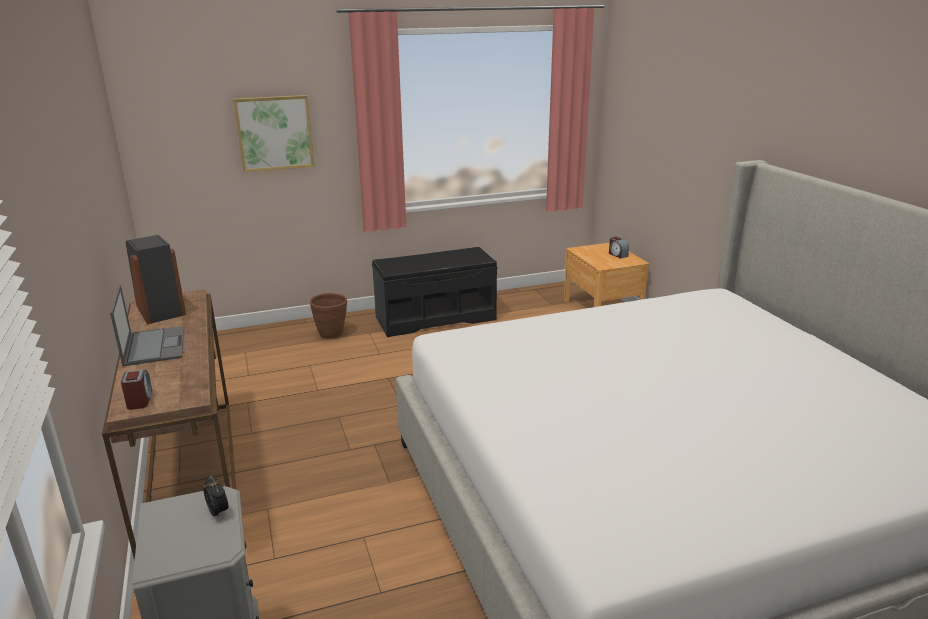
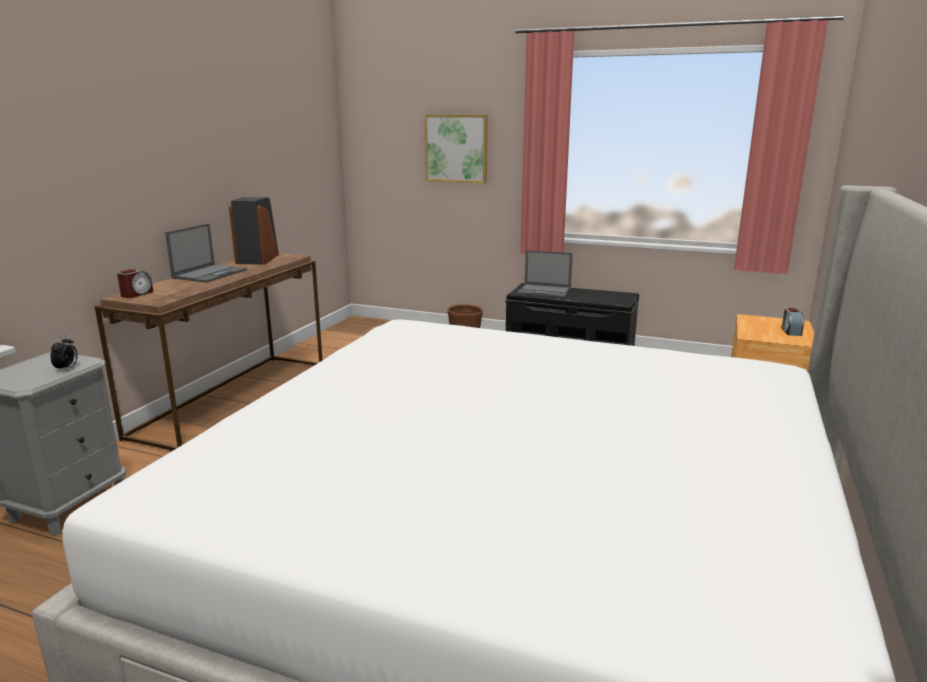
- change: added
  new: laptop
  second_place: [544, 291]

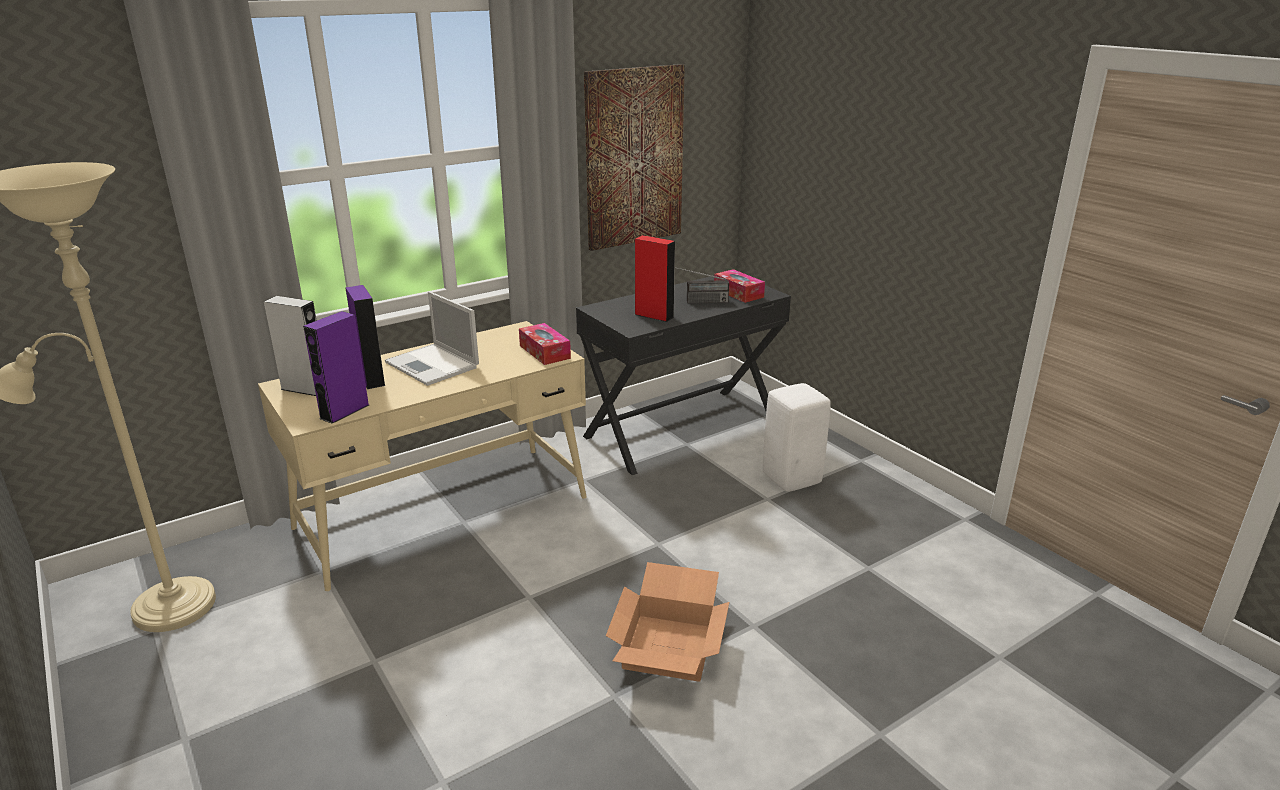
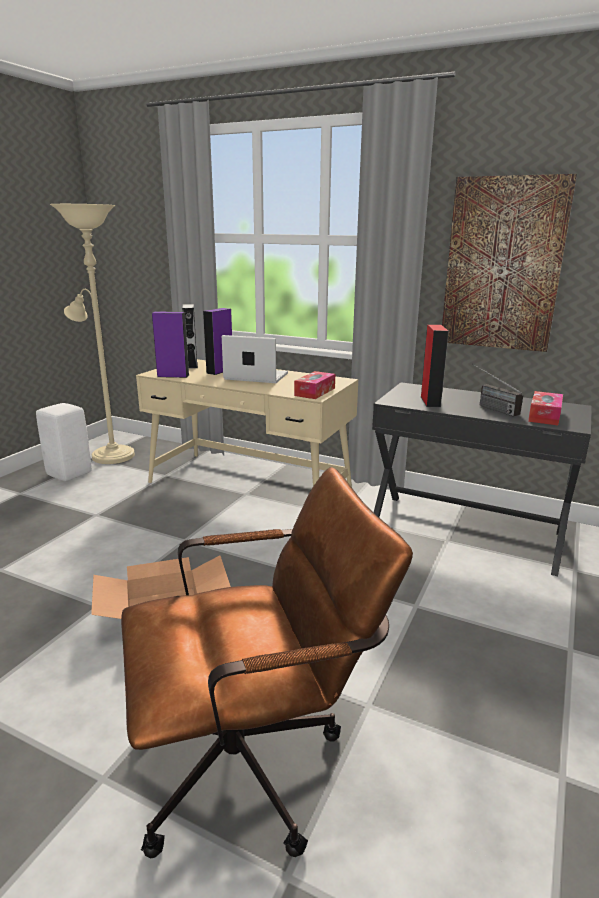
- change: turned
  old: laptop
  first_place: [433, 365]
  second_place: [255, 376]
  degrees: 90
- change: moved
  old: white_stool
  first_place: [791, 480]
  second_place: [68, 474]
- change: added
  new: brown_office_chair
  second_place: [256, 760]

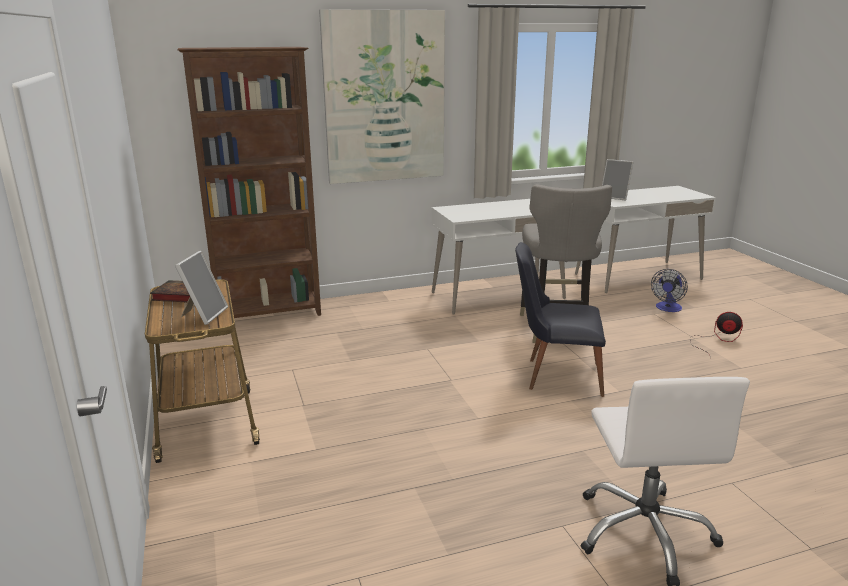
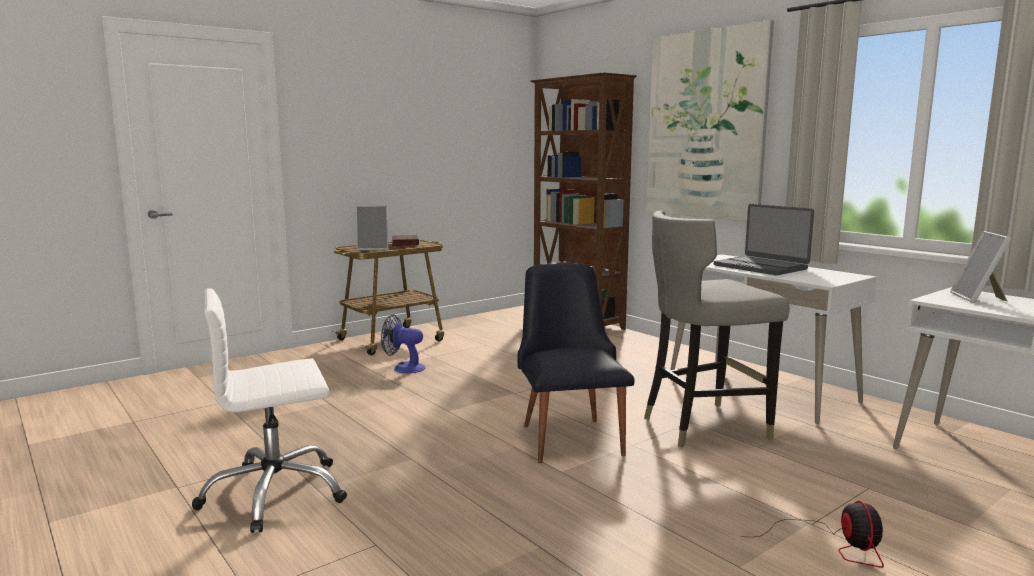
- change: moved
  old: fan
  first_place: [667, 308]
  second_place: [403, 368]
- change: added
  new: laptop
  second_place: [761, 267]

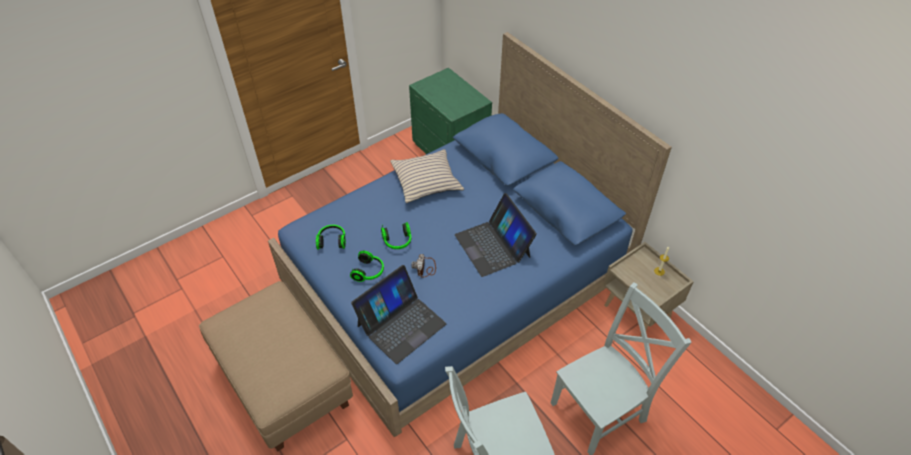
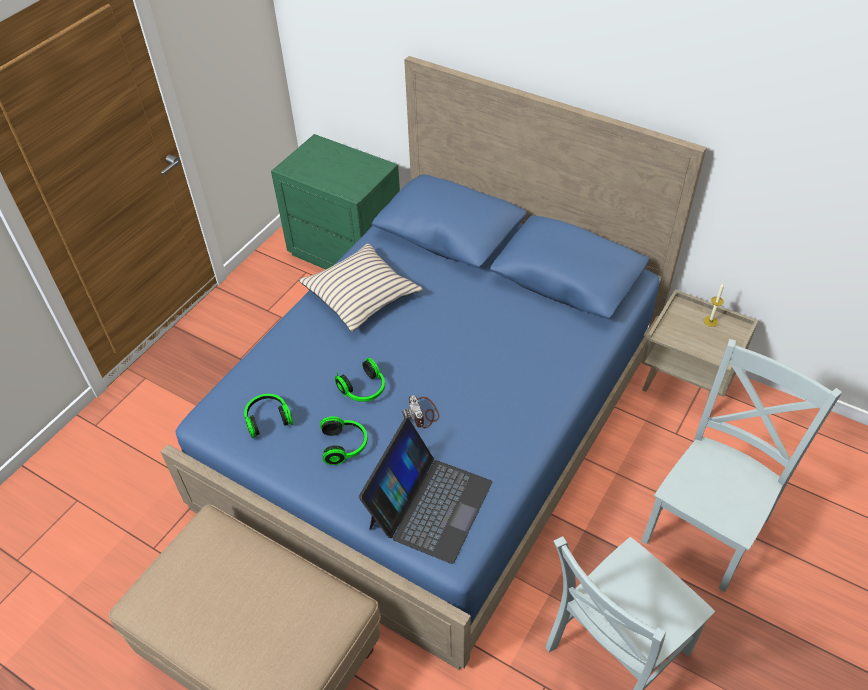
- change: removed
  old: laptop
  first_place: [493, 245]

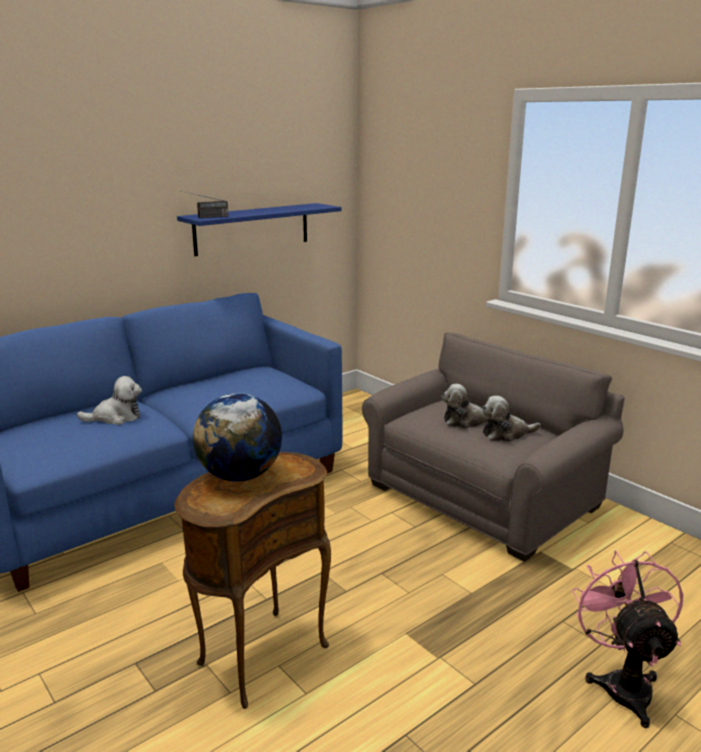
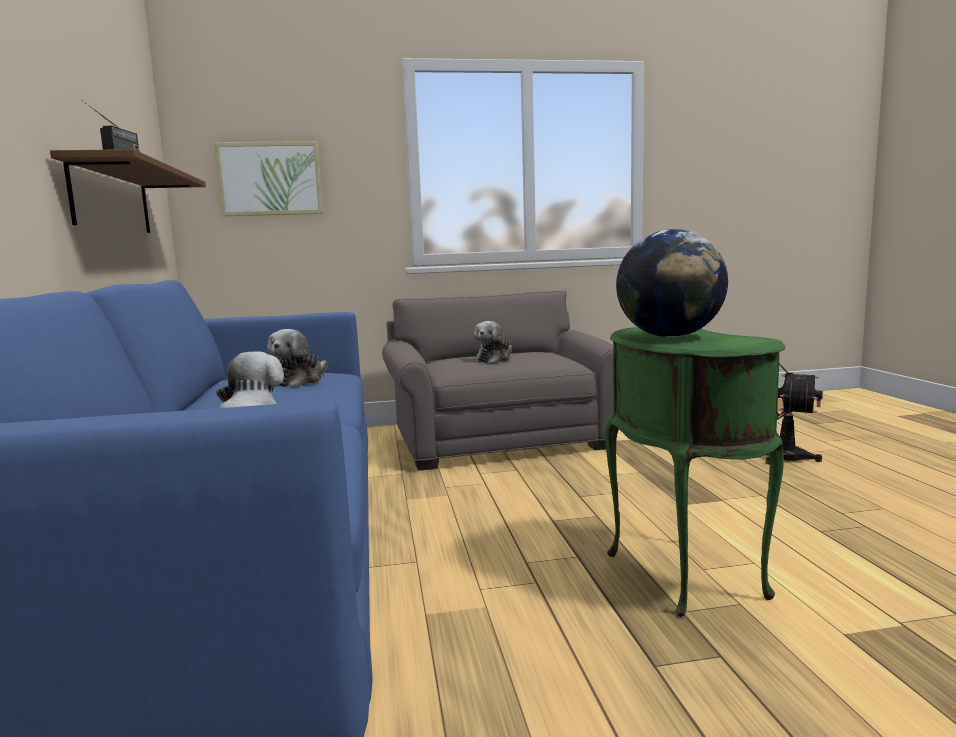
- change: recoloured
  old: brown_side_table
  new: green_side_table
  first_place: [259, 654]
  second_place: [678, 576]
- change: recoloured
  old: blue_shelf
  new: brown_shelf
  first_place: [252, 228]
  second_place: [112, 199]
- change: moved
  old: plush_toy
  first_place: [506, 434]
  second_place: [300, 380]
- change: added
  new: picture
  second_place: [270, 179]

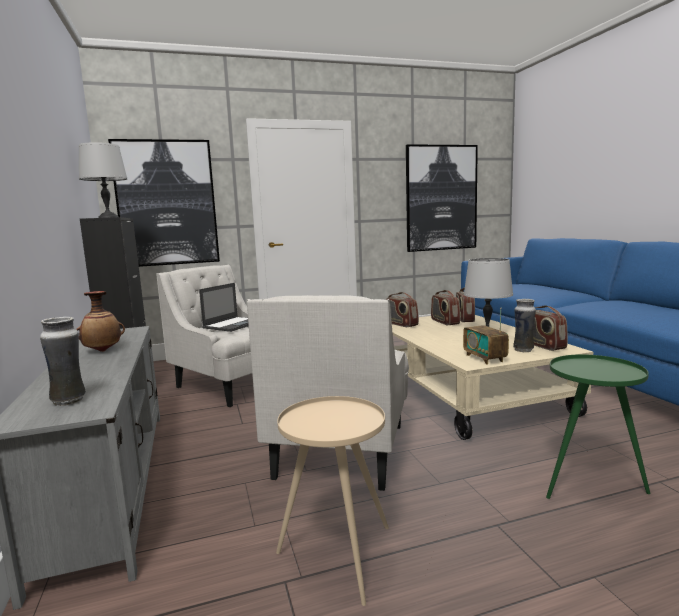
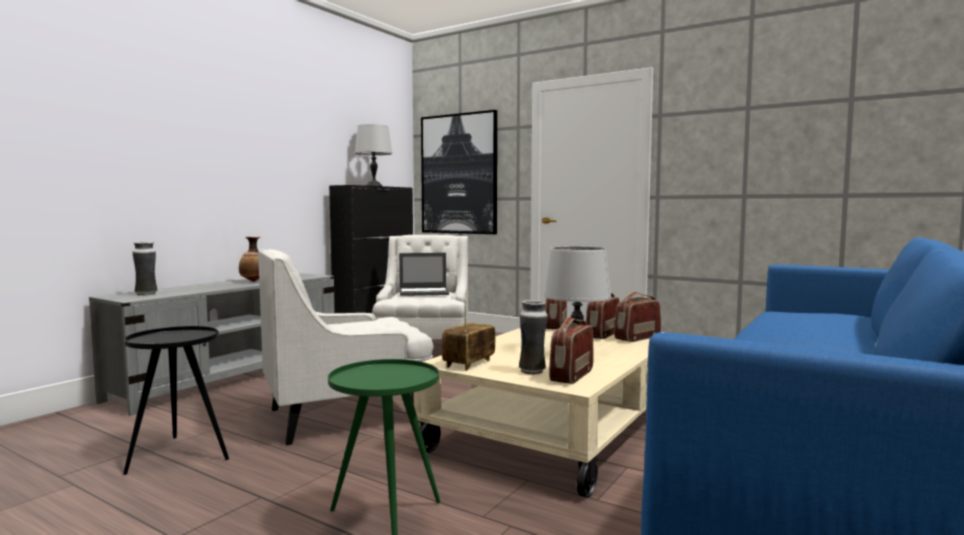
- change: recoloured
  old: beige_side_table
  new: black_side_table
  first_place: [338, 556]
  second_place: [179, 454]
- change: removed
  old: picture
  first_place: [441, 198]

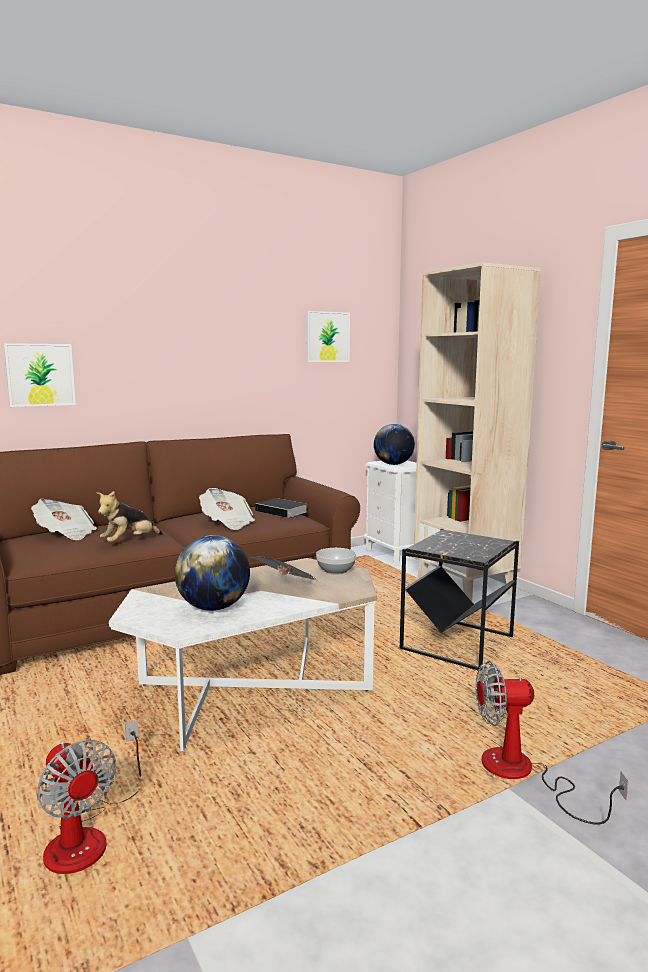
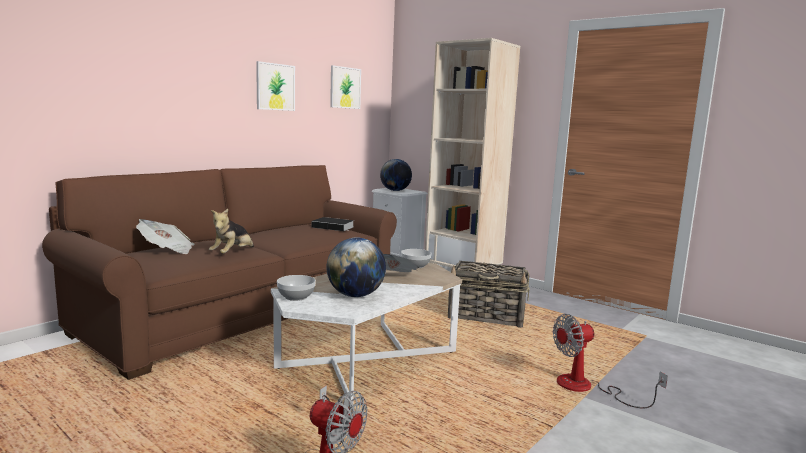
- change: moved
  old: picture
  first_place: [40, 375]
  second_place: [275, 87]
- change: removed
  old: newspaper
  first_place: [227, 523]
- change: replaced
  old: black_side_table
  new: basket
  first_place: [458, 643]
  second_place: [487, 316]
- change: added
  new: bowl
  second_place: [295, 297]

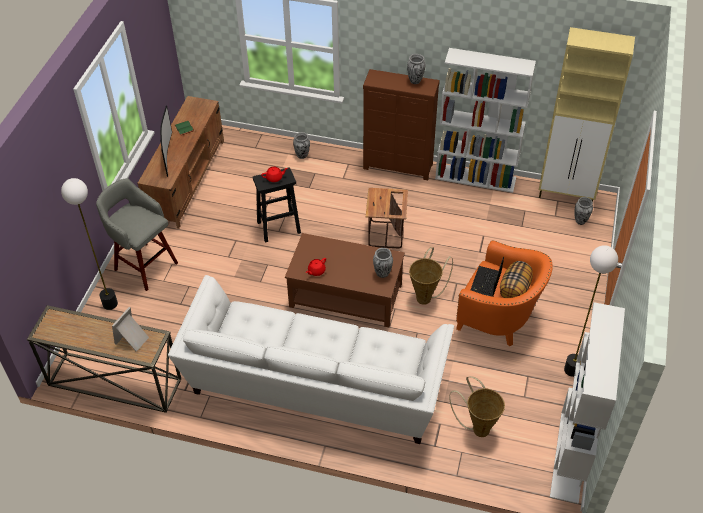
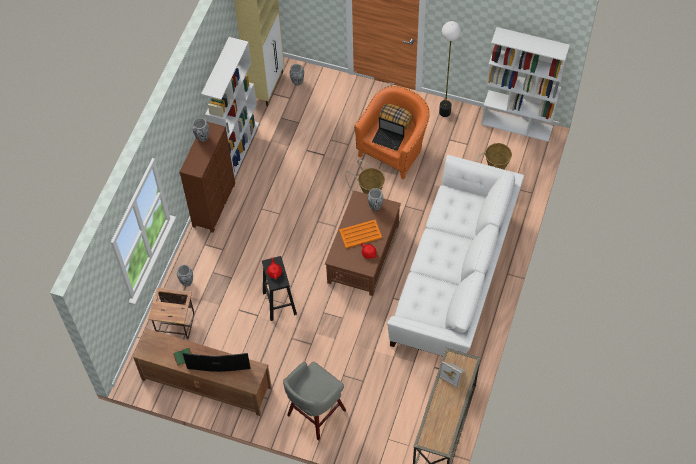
- change: removed
  old: floor_lamp
  first_place: [110, 303]
- change: moved
  old: side_table
  first_place: [386, 235]
  second_place: [176, 325]
- change: added
  new: orange_tray
  second_place: [360, 234]

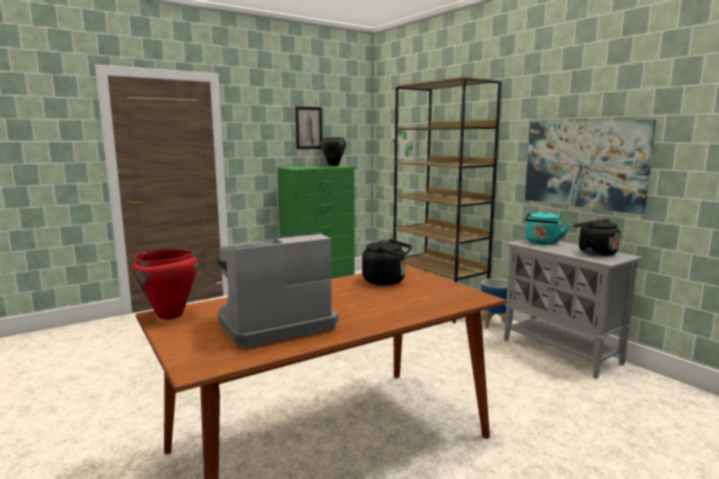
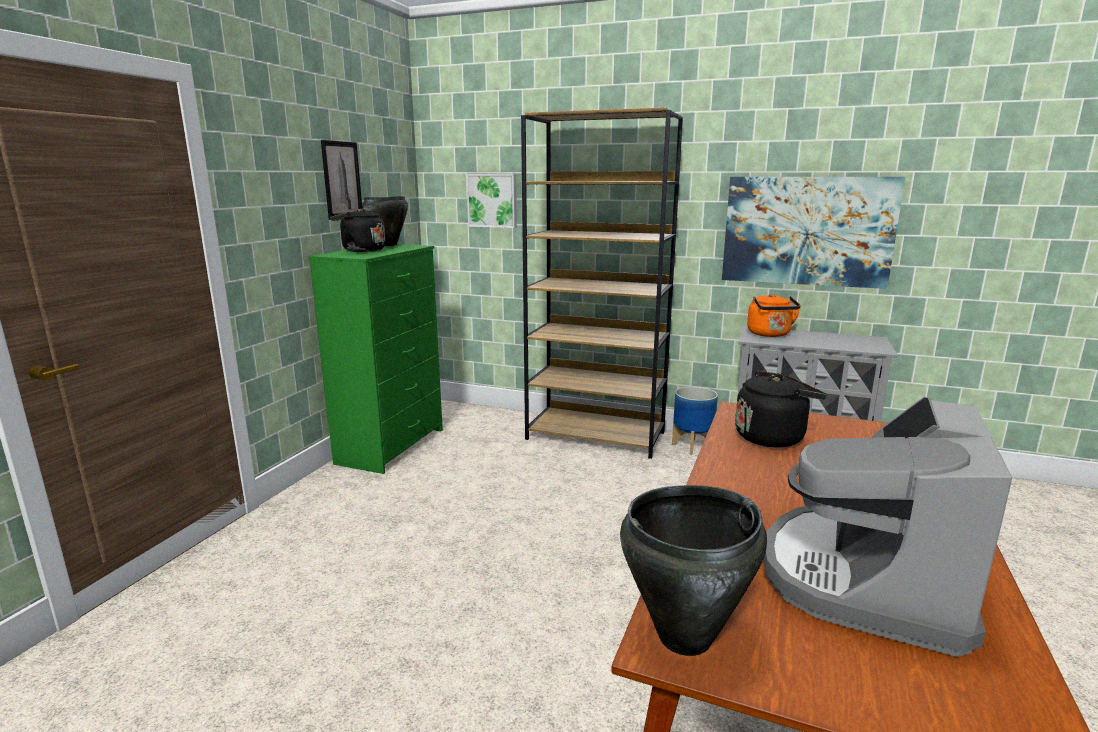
- change: recoloured
  old: red_cooking_pot
  new: black_cooking_pot
  first_place: [170, 315]
  second_place: [686, 637]
- change: recoloured
  old: turquoise_kettle
  new: orange_kettle
  first_place: [542, 243]
  second_place: [770, 334]
- change: moved
  old: black_kettle
  first_place: [594, 253]
  second_place: [361, 250]

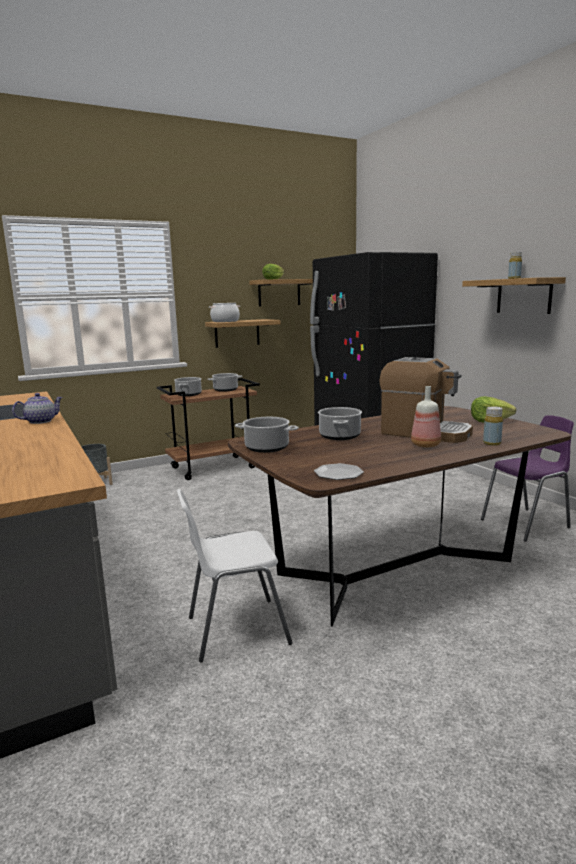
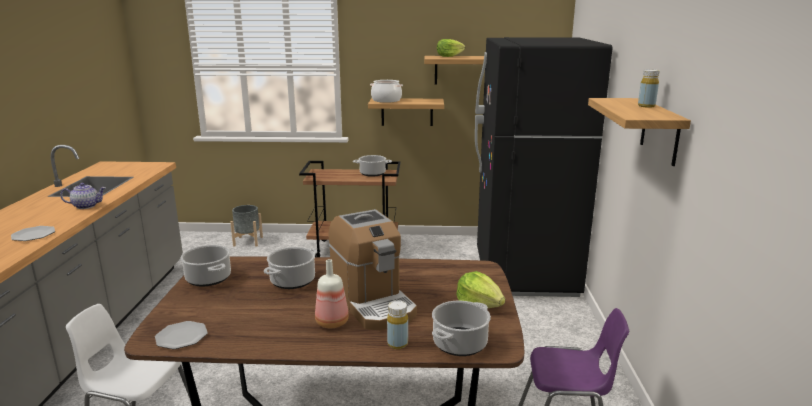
- change: moved
  old: cooking_pot
  first_place: [188, 394]
  second_place: [460, 343]
- change: added
  new: plate
  second_place: [33, 235]

